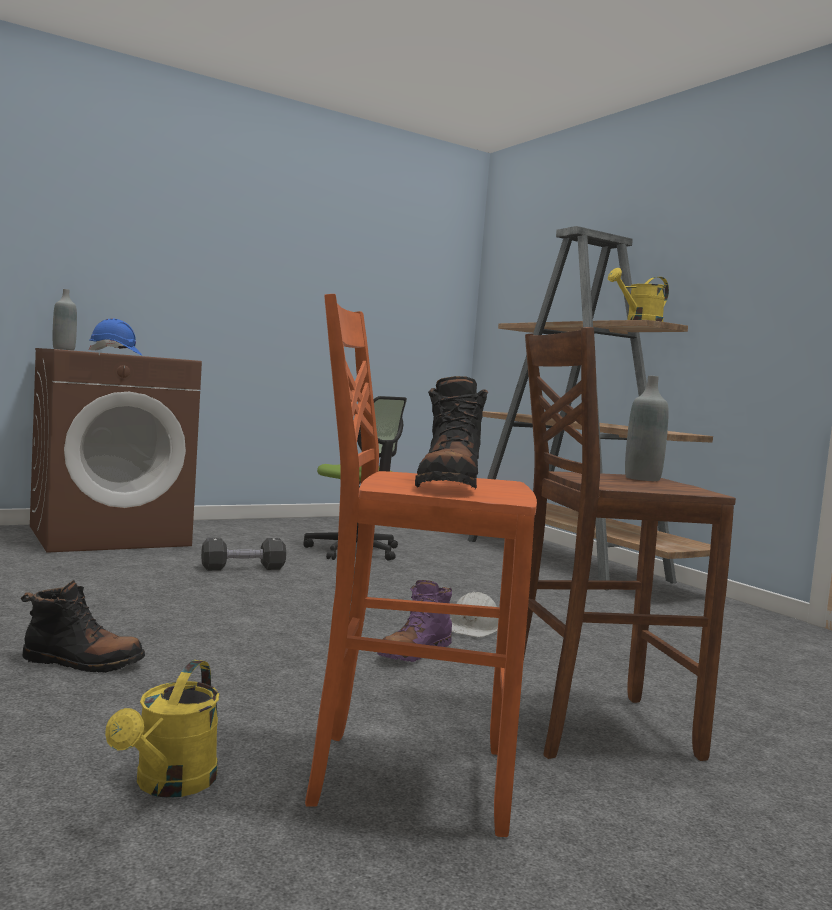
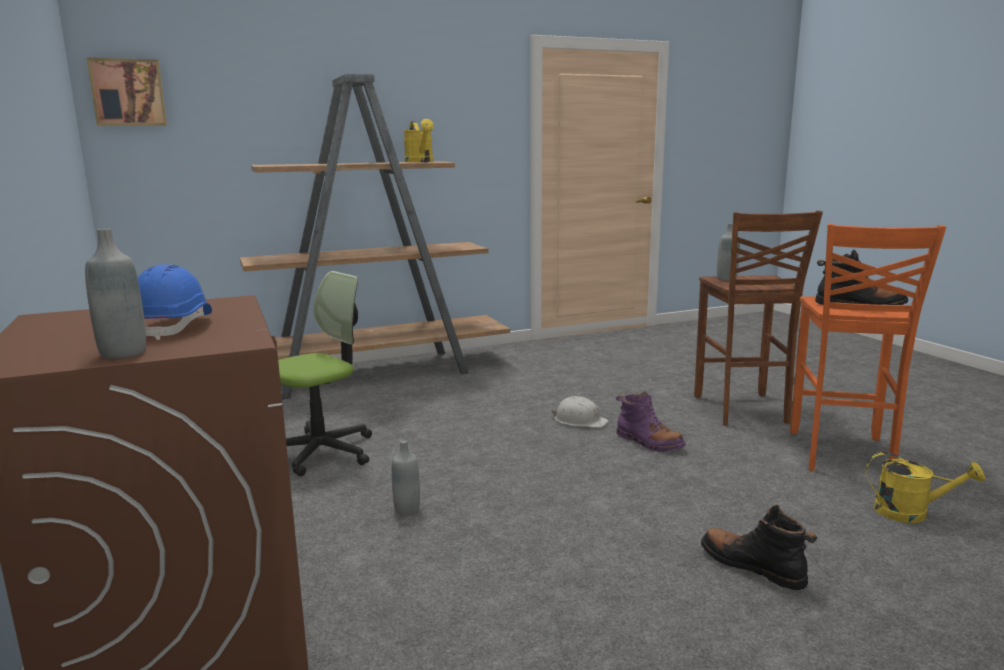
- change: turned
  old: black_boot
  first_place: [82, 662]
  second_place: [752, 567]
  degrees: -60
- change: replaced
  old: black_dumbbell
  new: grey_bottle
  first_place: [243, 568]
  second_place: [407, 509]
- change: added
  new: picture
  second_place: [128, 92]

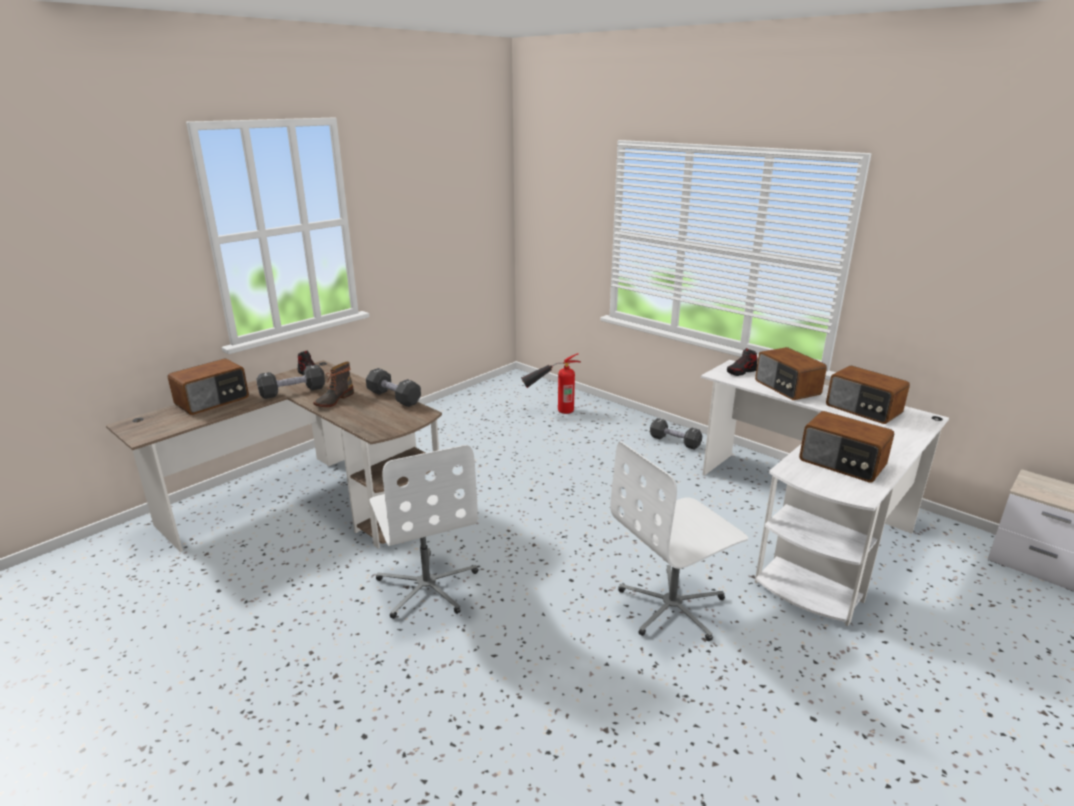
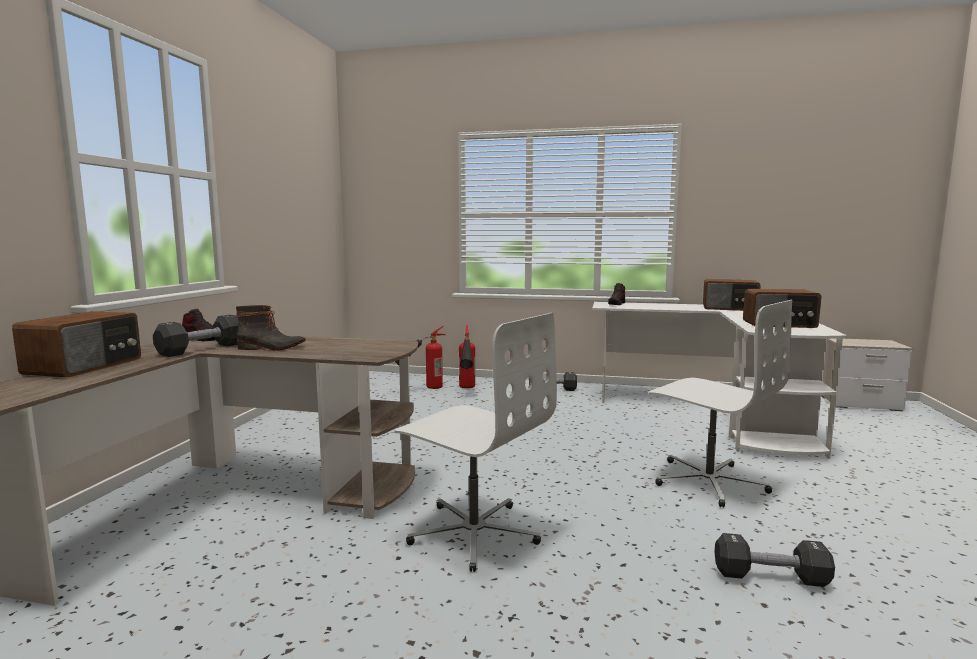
- change: turned
  old: boot
  first_place: [333, 400]
  second_place: [271, 348]
  degrees: -90
- change: moved
  old: black_dumbbell
  first_place: [394, 397]
  second_place: [770, 577]
- change: turned
  old: white_office_chair
  first_place: [672, 606]
  second_place: [709, 481]
  degrees: -75
- change: removed
  old: radio
  first_place: [786, 388]
- change: added
  new: fire_extinguisher
  second_place: [467, 390]

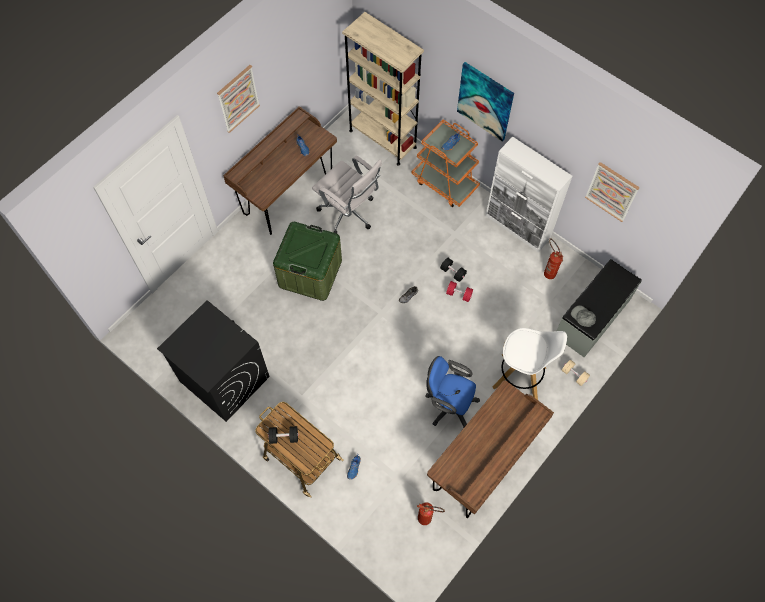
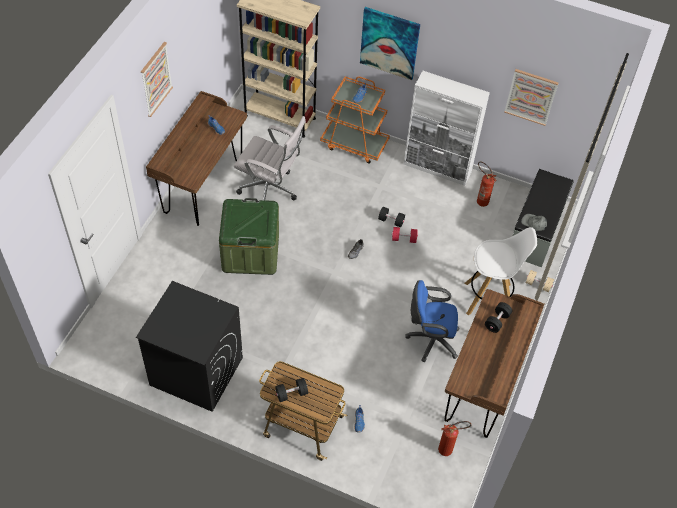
- change: added
  new: black_dumbbell
  second_place: [497, 321]

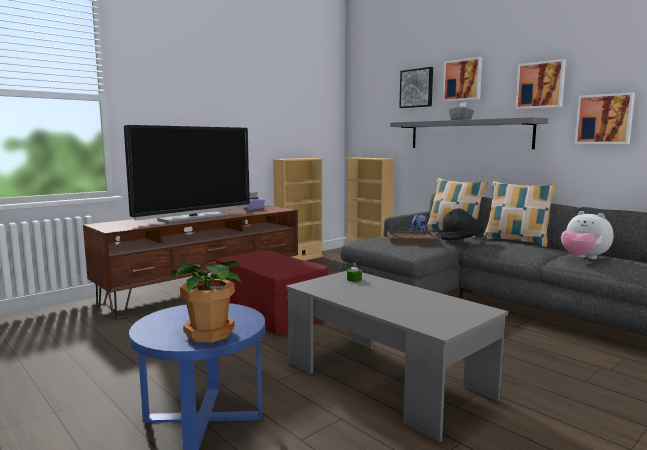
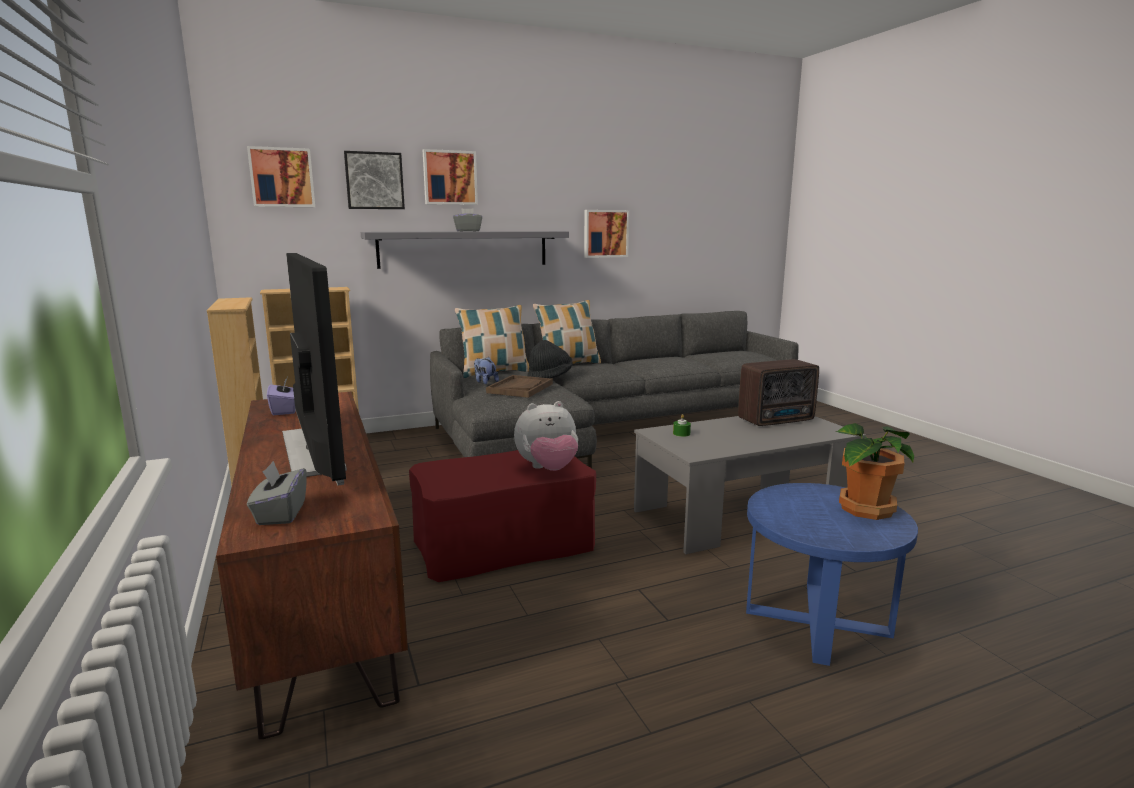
- change: moved
  old: picture
  first_place: [541, 85]
  second_place: [282, 177]
- change: moved
  old: plush_toy
  first_place: [583, 258]
  second_place: [548, 469]
- change: added
  new: grey_tissue_box
  second_place: [280, 513]
- change: added
  new: radio
  second_place: [778, 420]

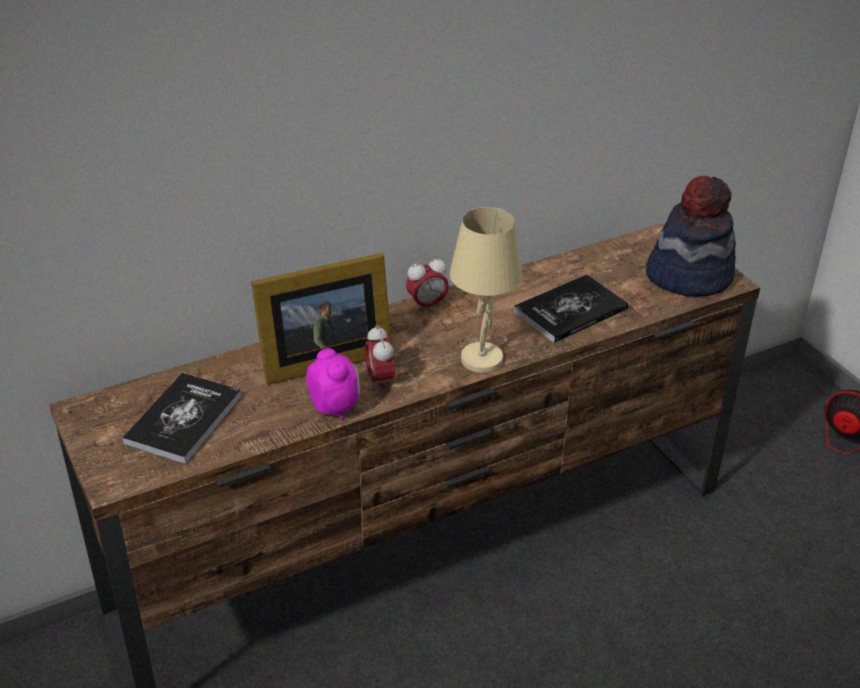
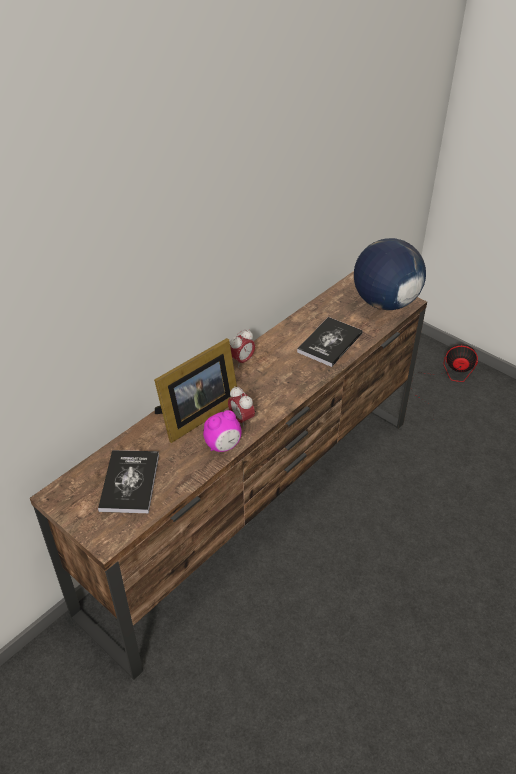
- change: turned
  old: alarm_clock
  first_place: [335, 407]
  second_place: [223, 446]
  degrees: 105
- change: removed
  old: beige_table_lamp
  first_place: [481, 358]
- change: replaced
  old: hat
  new: globe
  first_place: [689, 275]
  second_place: [384, 303]

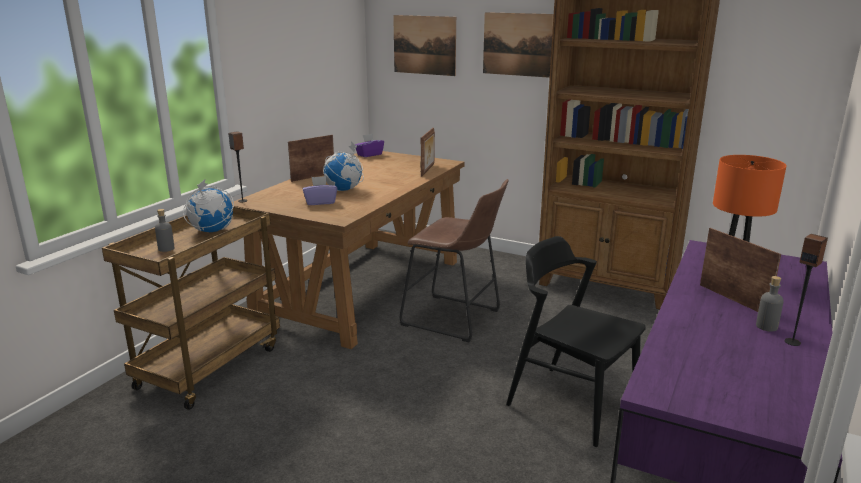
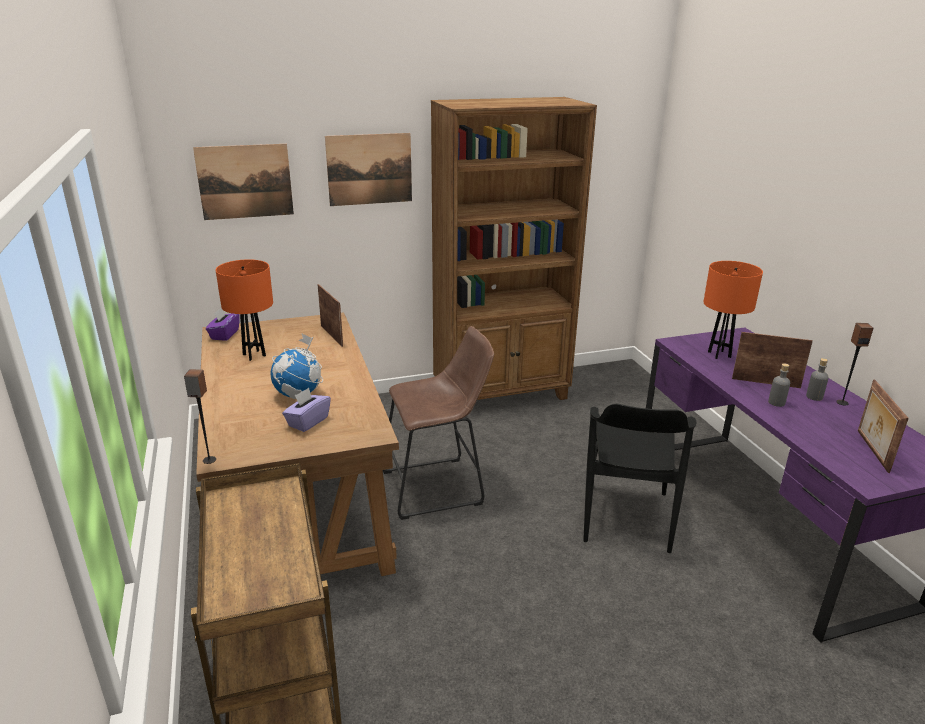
- change: moved
  old: grey_bottle
  first_place: [166, 249]
  second_place: [776, 402]
- change: removed
  old: globe
  first_place: [211, 231]
- change: moved
  old: picture_frame
  first_place: [312, 177]
  second_place: [871, 450]
- change: turned
  old: black_chair
  first_place: [571, 404]
  second_place: [625, 516]
  degrees: -75
- change: added
  new: orange_table_lamp
  second_place: [254, 355]

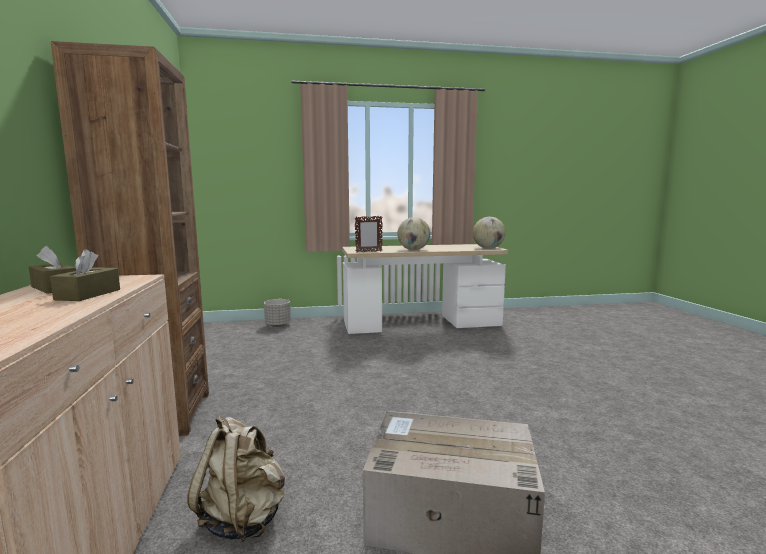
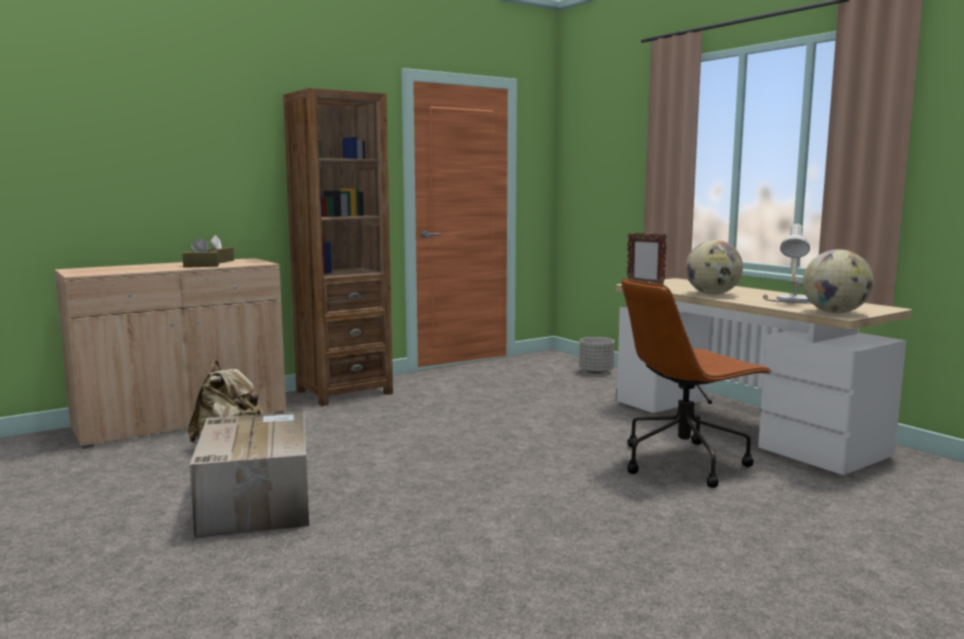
- change: added
  new: brown_office_chair
  second_place: [684, 462]
- change: added
  new: table_lamp
  second_place: [798, 300]

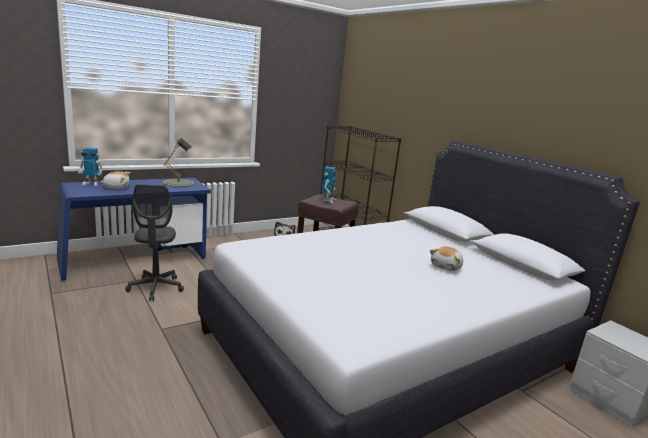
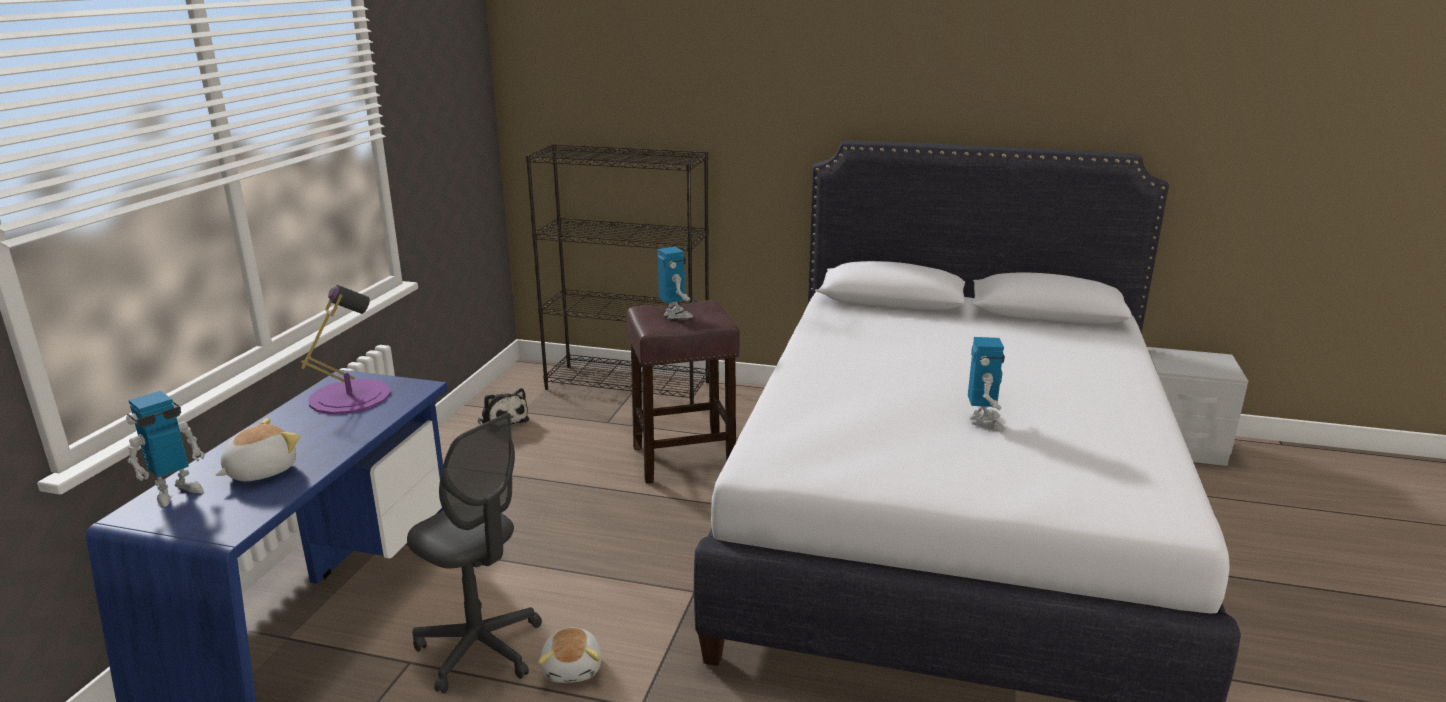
- change: recoloured
  old: grey_table_lamp
  new: purple_table_lamp
  first_place: [178, 183]
  second_place: [350, 396]
- change: moved
  old: plush_toy
  first_place: [446, 267]
  second_place: [573, 668]
- change: added
  new: toy_robot
  second_place: [983, 421]

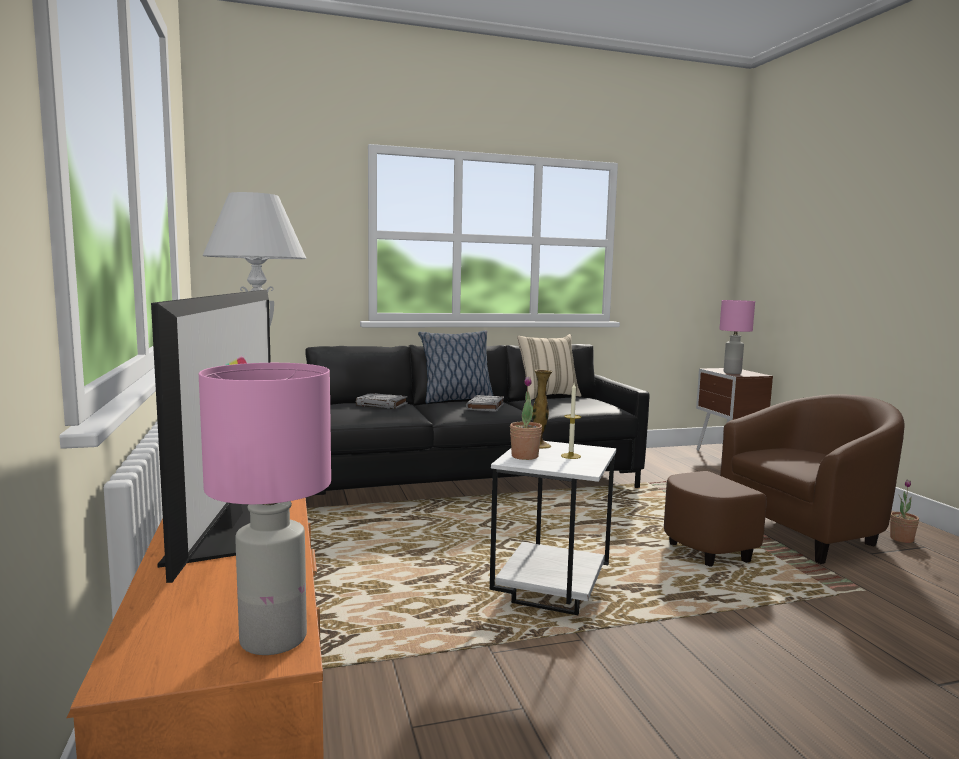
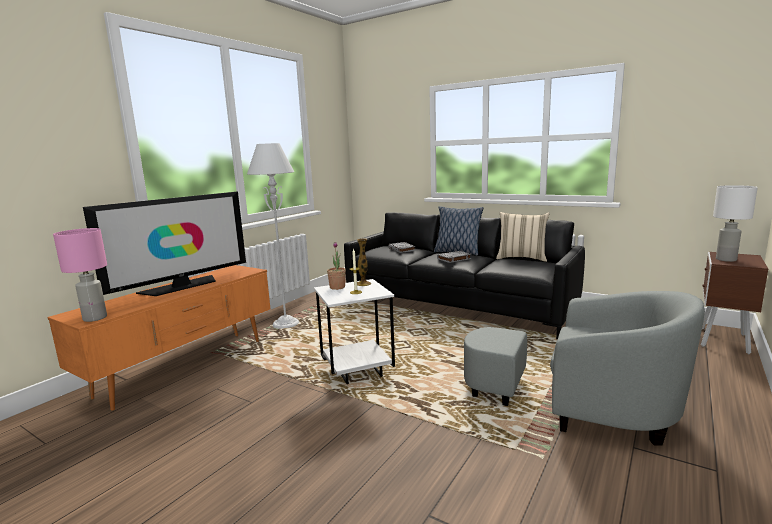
- change: recoloured
  old: brown_armchair
  new: grey_armchair
  first_place: [784, 539]
  second_place: [580, 407]
- change: recoloured
  old: pink_table_lamp
  new: white_table_lamp
  first_place: [731, 372]
  second_place: [725, 259]
- change: removed
  old: potted_plant
  first_place: [901, 539]

